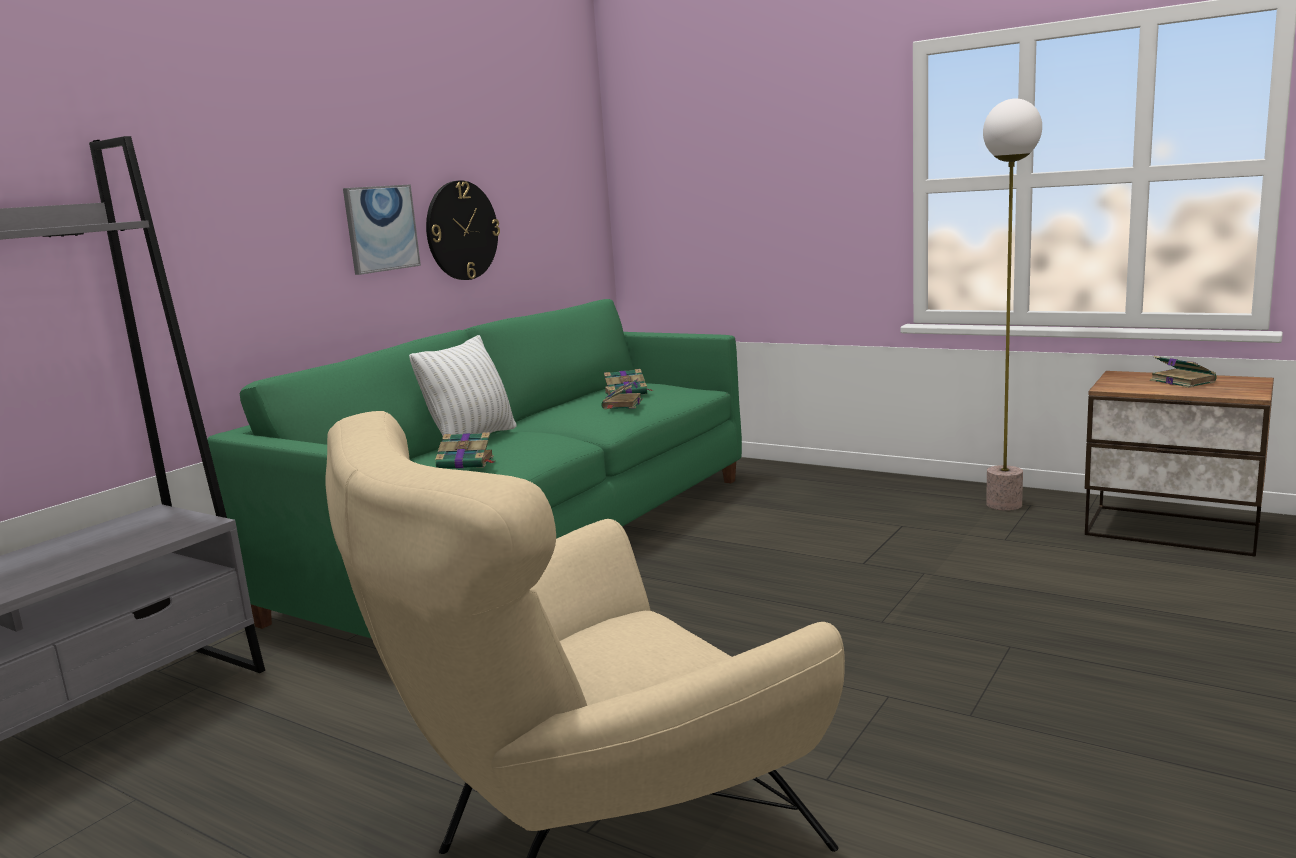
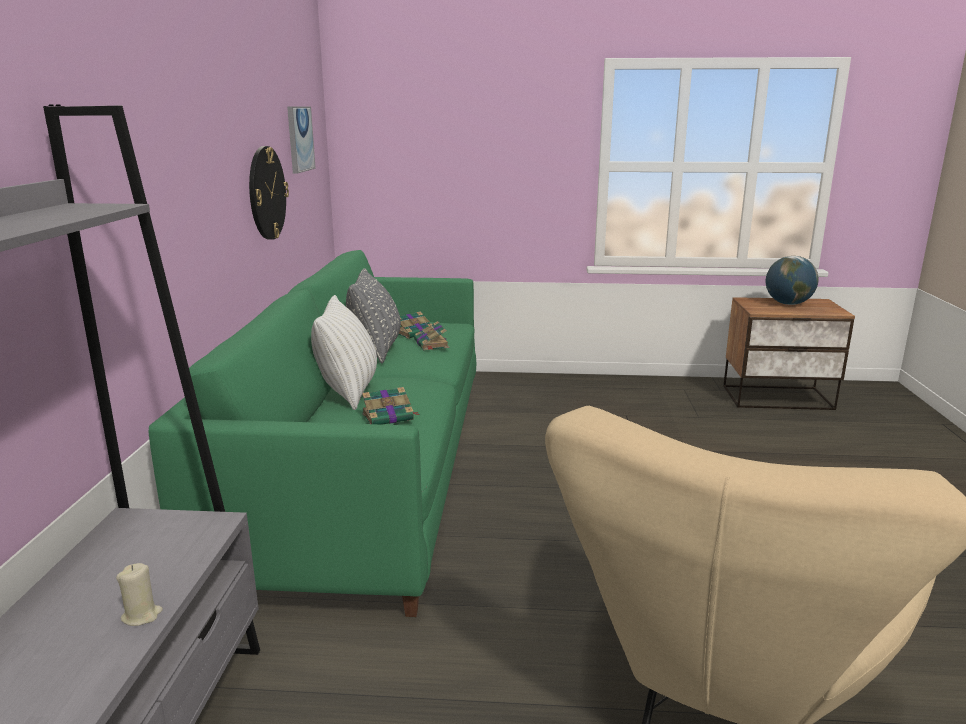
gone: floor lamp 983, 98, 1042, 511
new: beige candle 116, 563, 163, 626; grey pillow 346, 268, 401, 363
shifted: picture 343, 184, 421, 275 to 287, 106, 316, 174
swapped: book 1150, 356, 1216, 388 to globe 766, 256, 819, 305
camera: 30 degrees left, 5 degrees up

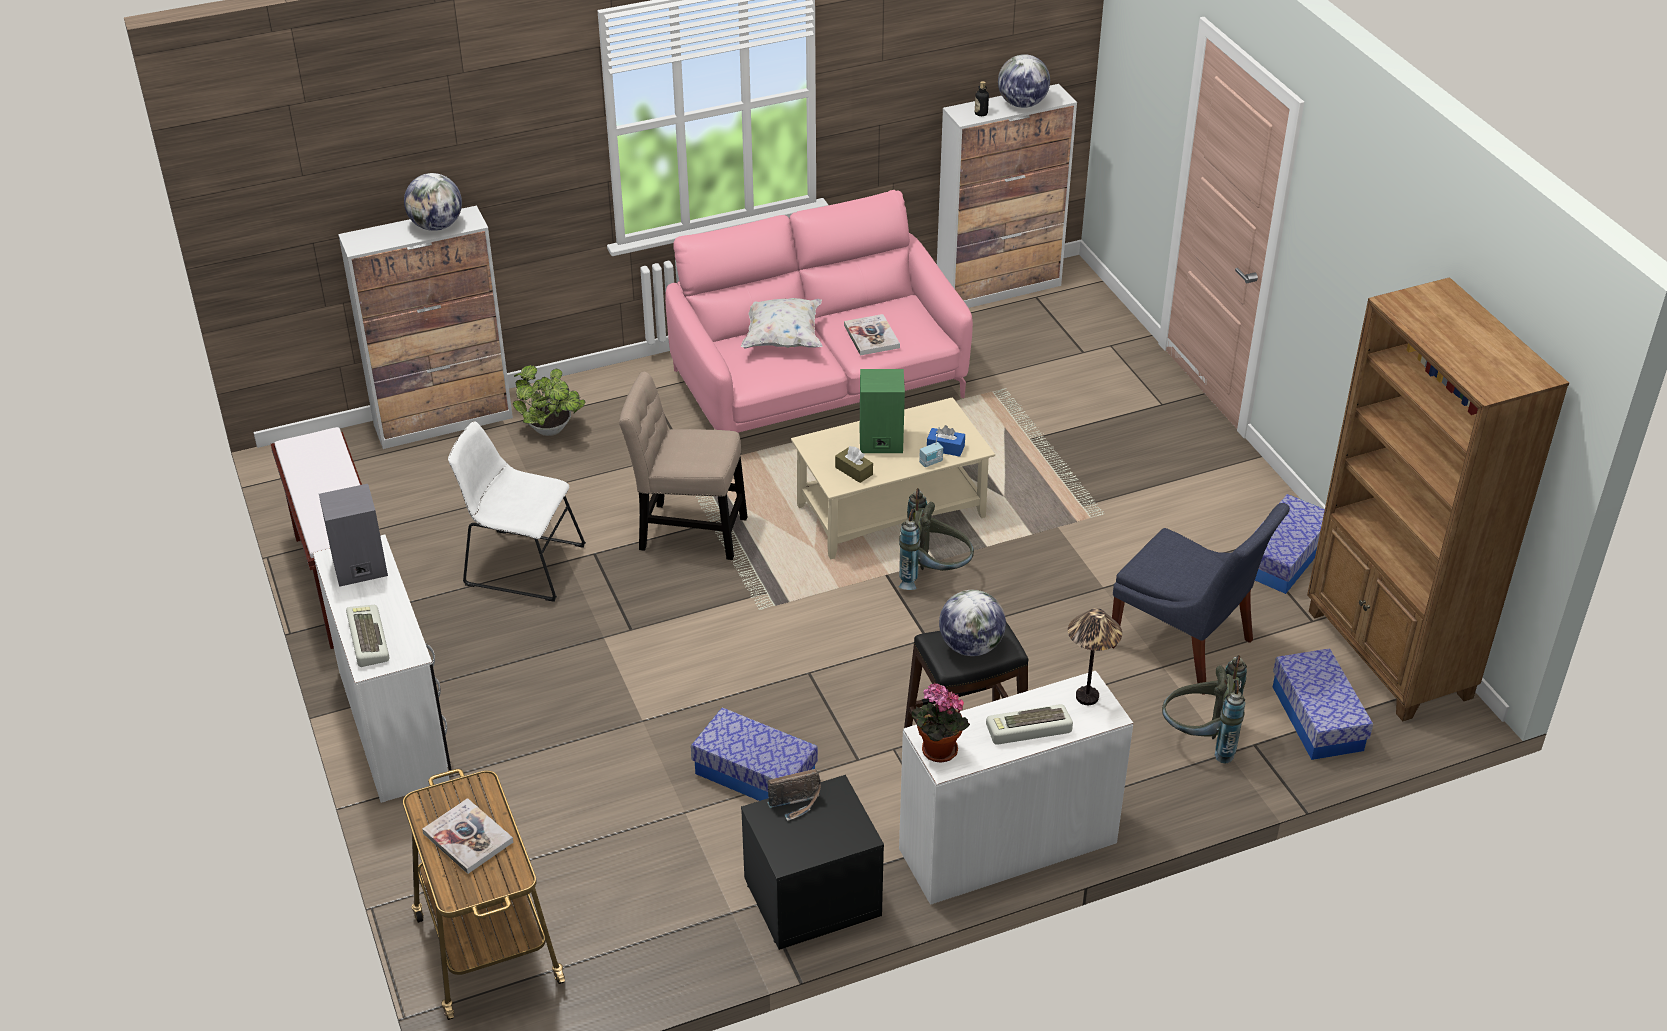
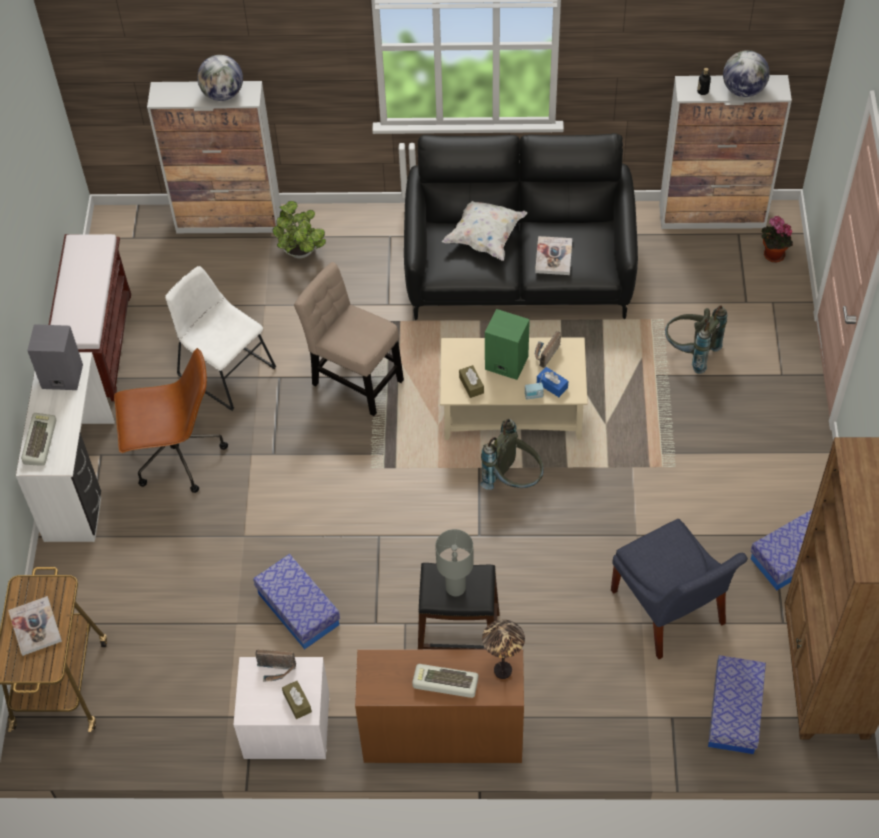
new: brown office chair 114, 348, 228, 493; brown tissue box 282, 681, 312, 719; radio 535, 331, 561, 368
shifted: potted plant 911, 683, 970, 763 to 761, 216, 793, 262; grey backpack 1162, 655, 1247, 764 to 665, 305, 727, 374
swapped: globe 939, 590, 1006, 656 to grey table lamp 435, 529, 474, 596
repainted: pink sofa 665, 190, 973, 433 to black sofa 404, 133, 638, 320; black nightstand 741, 775, 884, 950 to white nightstand 233, 657, 329, 759; white desk 899, 671, 1133, 905 to brown desk 355, 649, 524, 763
camera: 25 degrees right, 15 degrees up

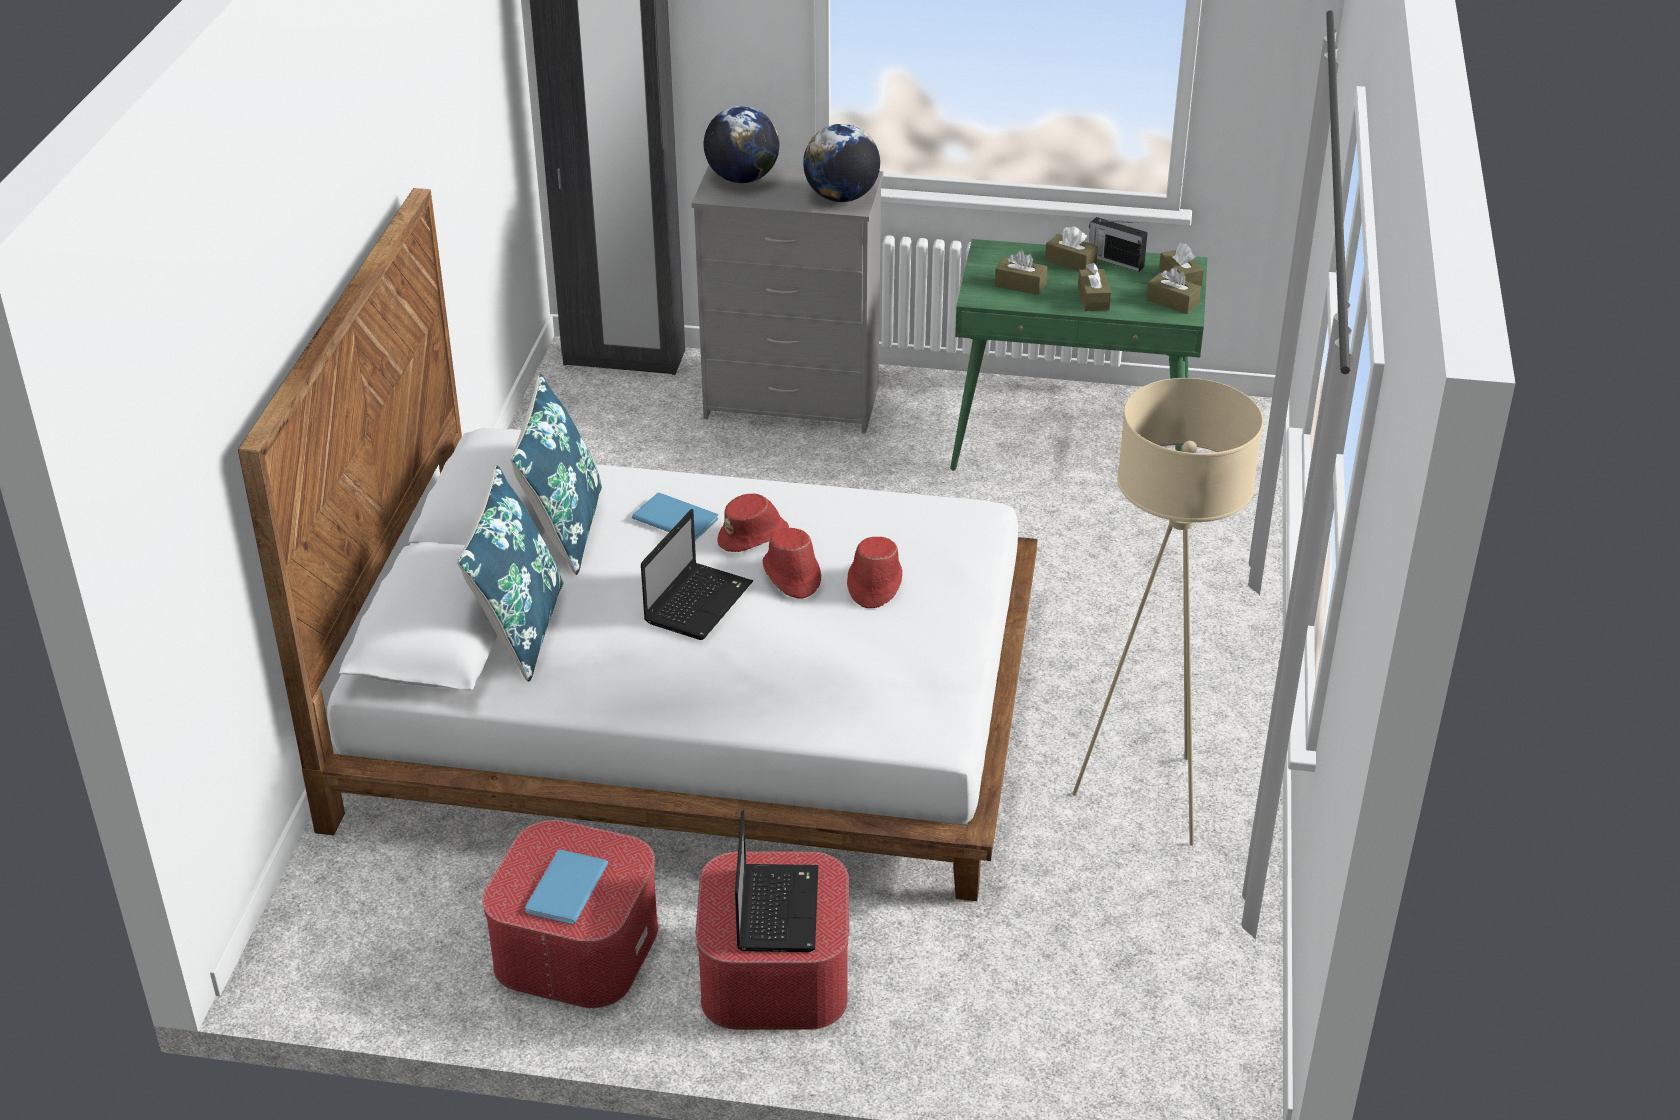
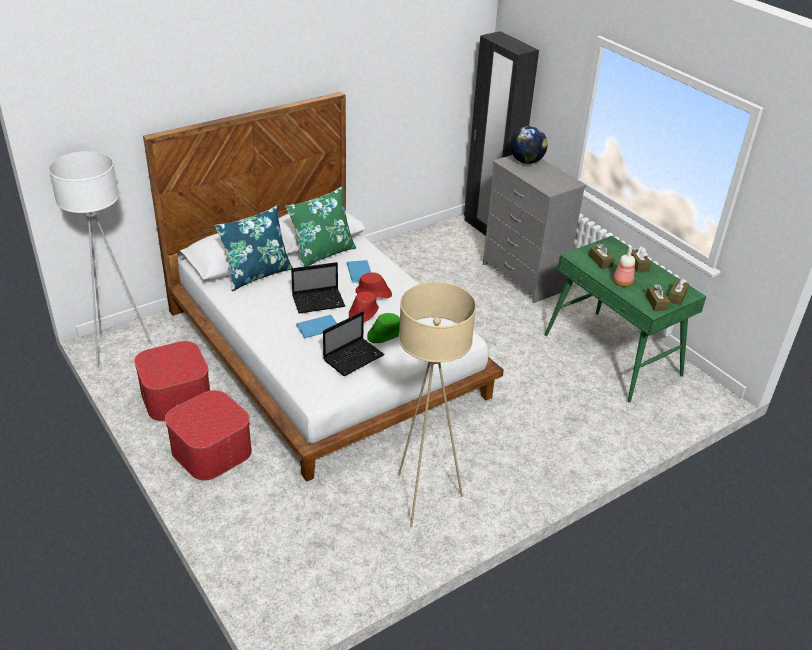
gone: globe 803, 124, 880, 202; radio 1089, 217, 1148, 272
new: white floor lamp 48, 151, 152, 368
shifted: blue book 525, 849, 608, 924 to 297, 315, 337, 338; laptop 735, 810, 818, 952 to 323, 311, 385, 376
swapped: brown tissue box 1078, 263, 1111, 311 to bottle 613, 247, 635, 286
repainted: blue pillow 510, 374, 602, 574 to green pillow 285, 186, 356, 267; red hat 847, 537, 902, 608 to green hat 367, 313, 400, 343
camera: 45 degrees right, 0 degrees up

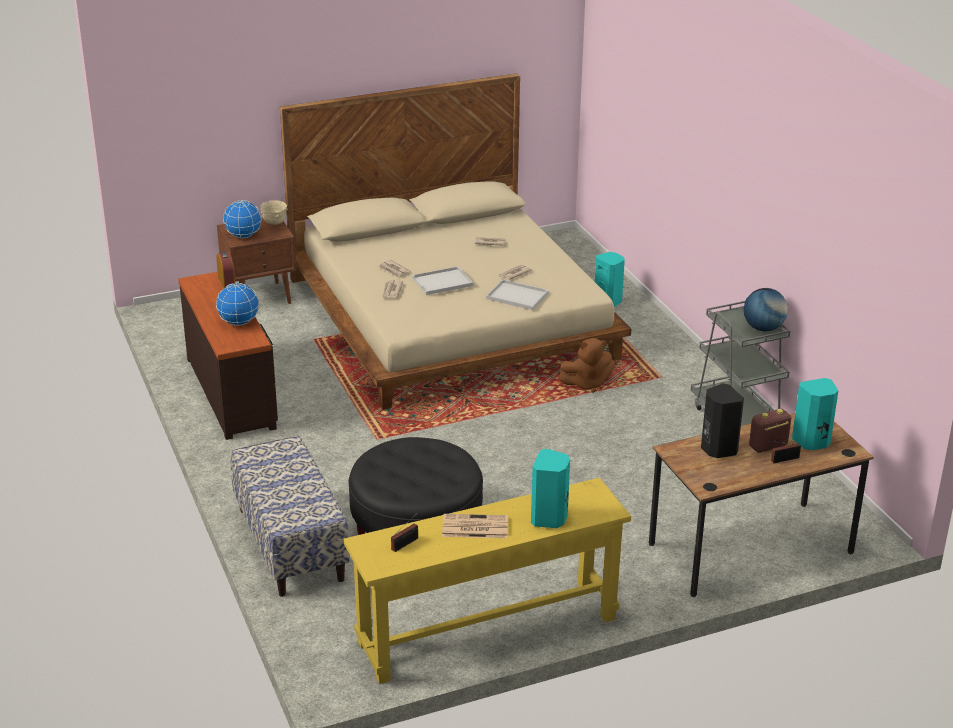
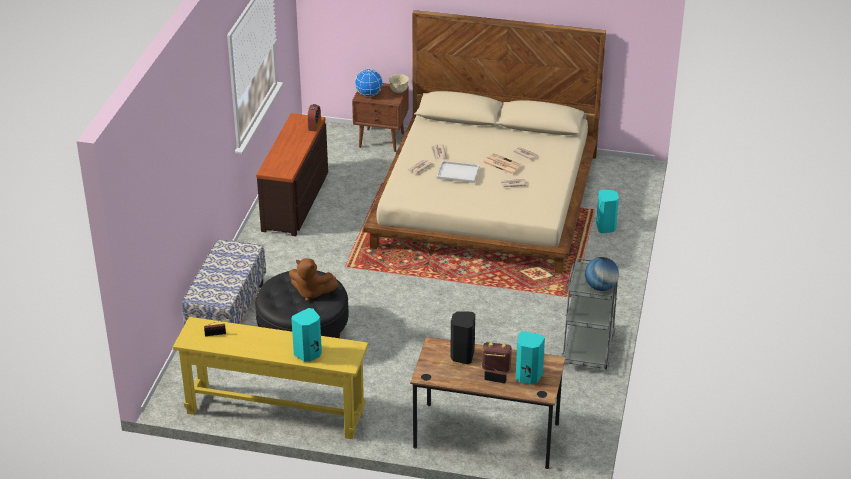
gone: globe 216, 283, 259, 326; white tray 486, 279, 549, 310
shifted: newspaper 442, 514, 508, 538 to 483, 153, 523, 175; brown plush toy 558, 338, 615, 393 to 289, 258, 338, 301
camera: 35 degrees right, 5 degrees up

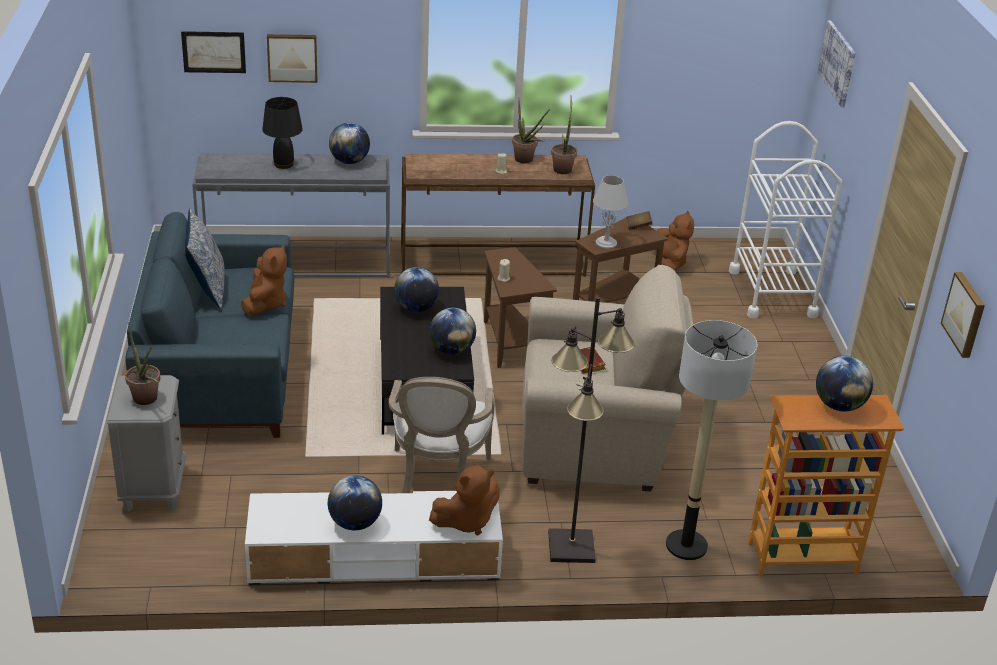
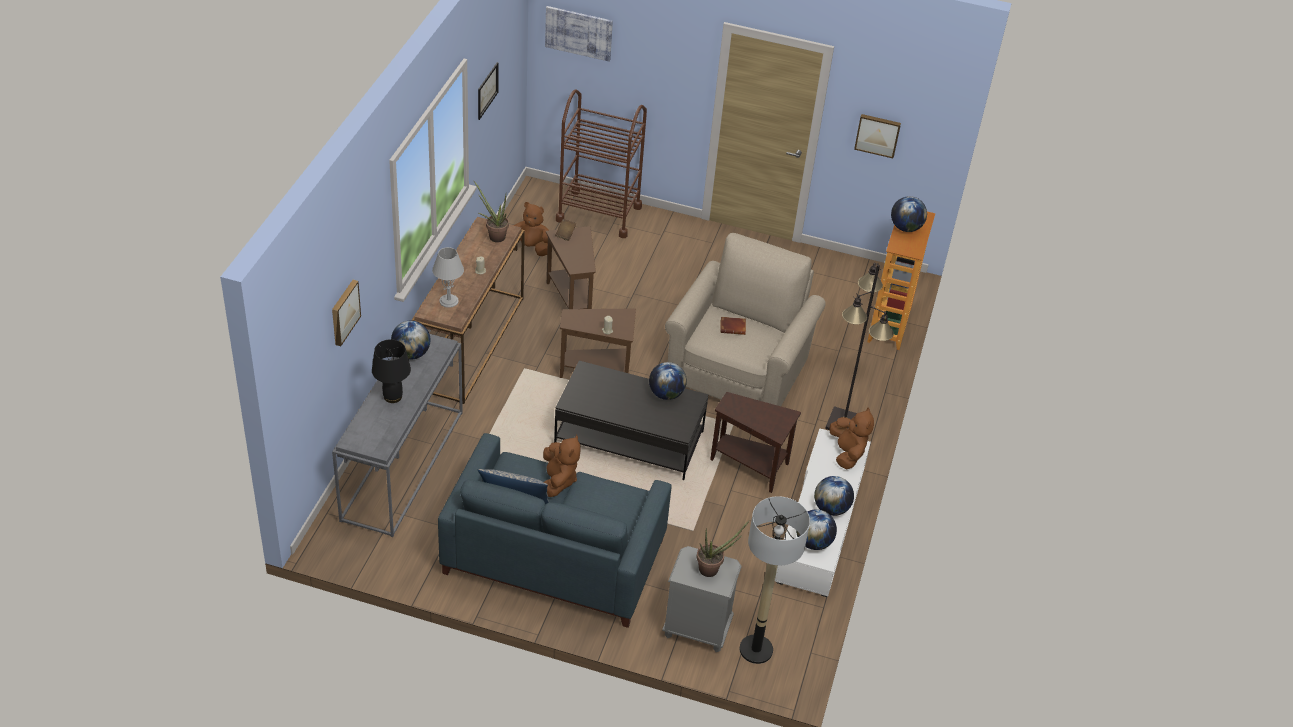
gone: potted plant 512, 100, 550, 163
shifted: picture 181, 31, 246, 73 to 478, 62, 498, 120; globe 394, 267, 439, 312 to 796, 509, 837, 550; grey table lamp 593, 175, 628, 248 to 432, 247, 464, 308; floor lamp 666, 320, 758, 560 to 739, 496, 810, 664
swapped: armchair 389, 377, 495, 493 to brown side table 710, 392, 801, 493
repainted: white cart 729, 121, 842, 318 to brown cart 556, 89, 647, 238
rotated: brown plush toy 241, 244, 287, 316 = 543, 435, 581, 497 60 degrees clockwise
camera: 70 degrees left, 10 degrees up

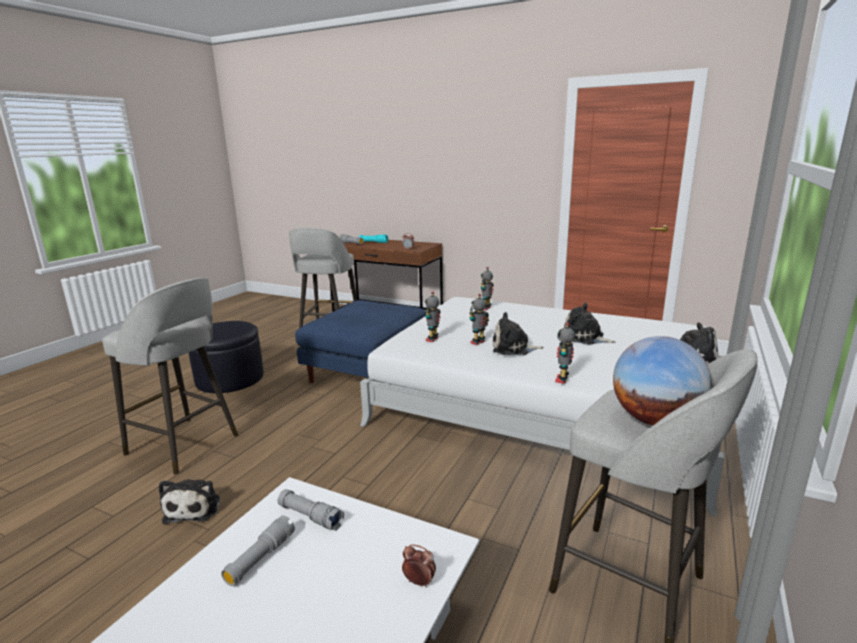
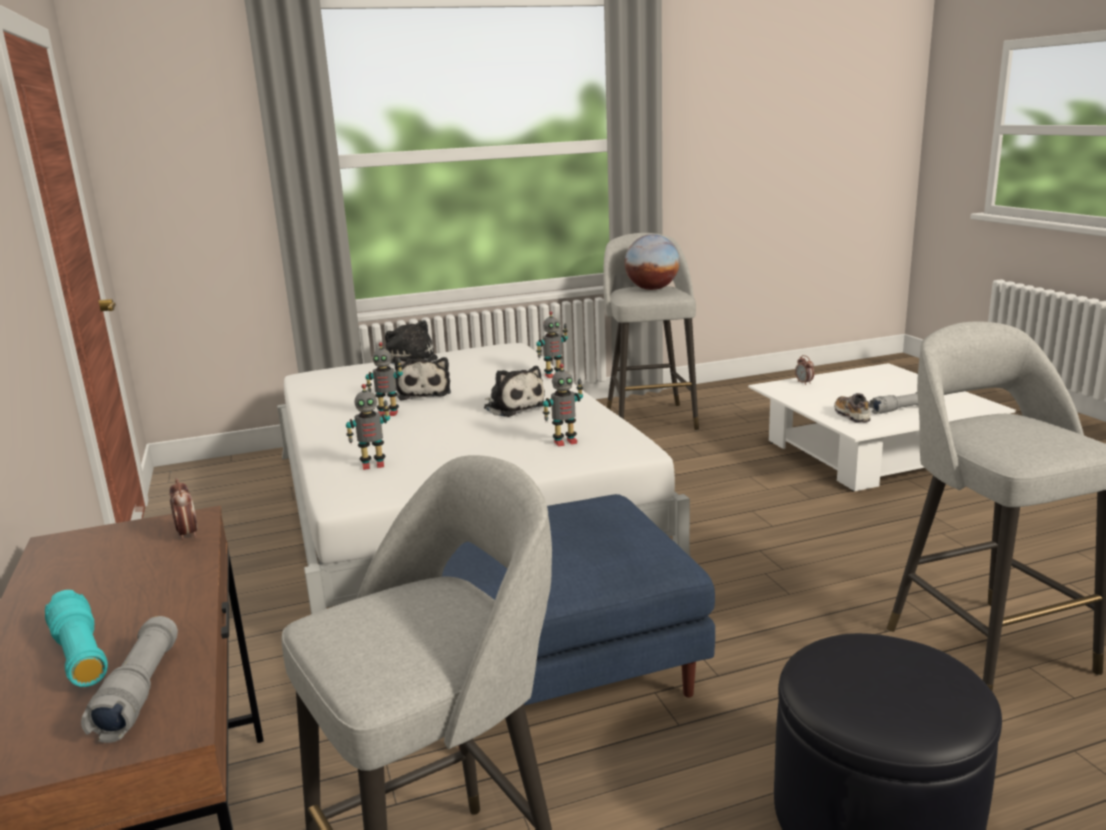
gone: plush toy 159, 479, 220, 524
shifted: toy robot 469, 294, 489, 345 to 365, 342, 403, 416
swapped: grey flashlight 278, 489, 344, 531 to shoe 834, 393, 871, 423
camera: 135 degrees left, 0 degrees up

